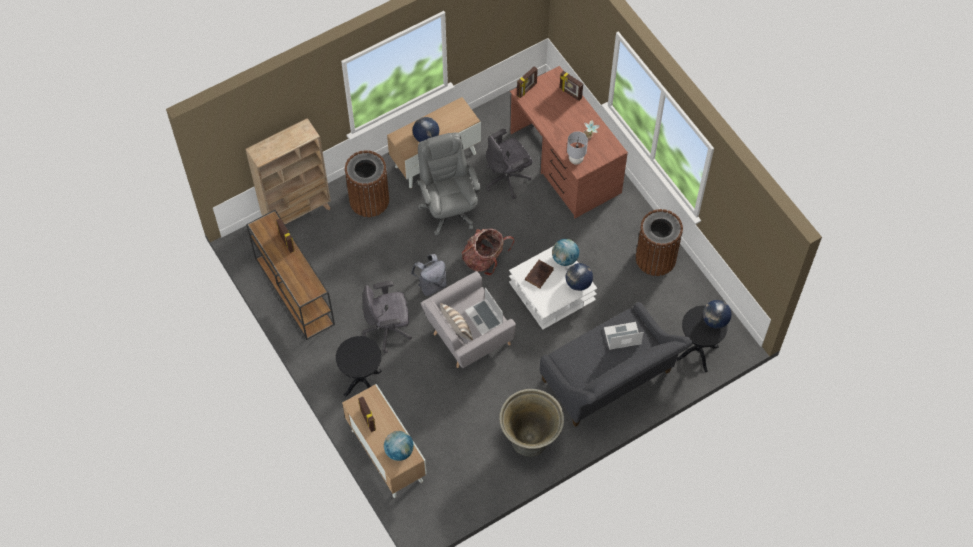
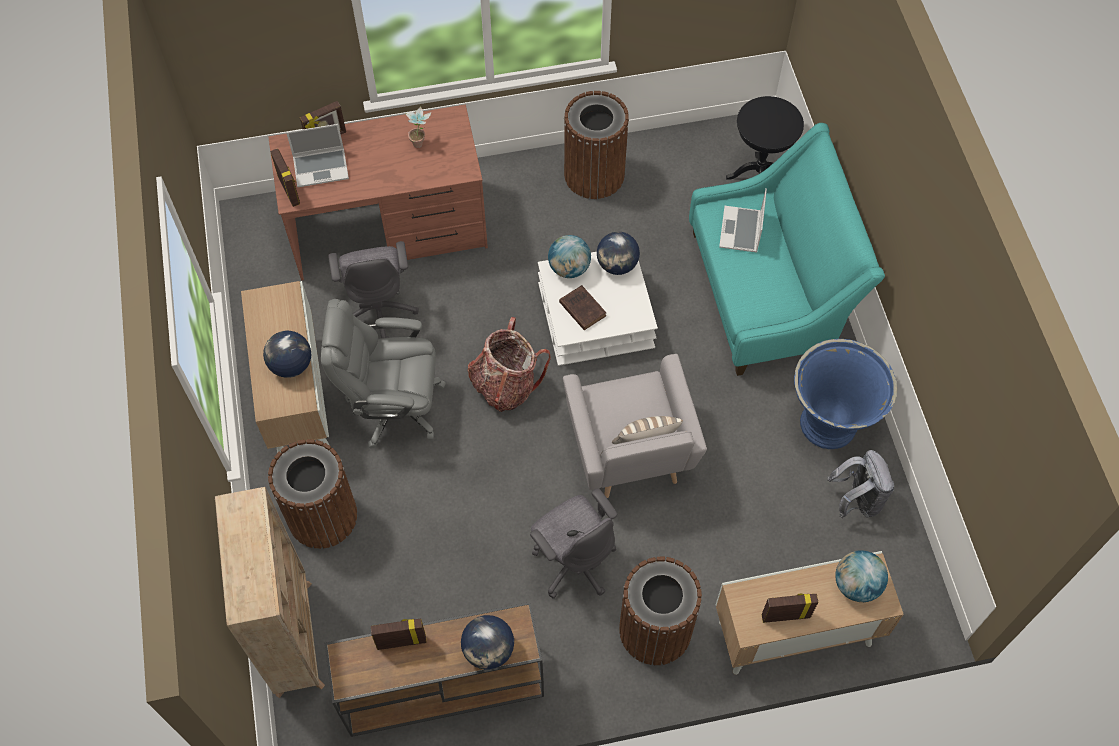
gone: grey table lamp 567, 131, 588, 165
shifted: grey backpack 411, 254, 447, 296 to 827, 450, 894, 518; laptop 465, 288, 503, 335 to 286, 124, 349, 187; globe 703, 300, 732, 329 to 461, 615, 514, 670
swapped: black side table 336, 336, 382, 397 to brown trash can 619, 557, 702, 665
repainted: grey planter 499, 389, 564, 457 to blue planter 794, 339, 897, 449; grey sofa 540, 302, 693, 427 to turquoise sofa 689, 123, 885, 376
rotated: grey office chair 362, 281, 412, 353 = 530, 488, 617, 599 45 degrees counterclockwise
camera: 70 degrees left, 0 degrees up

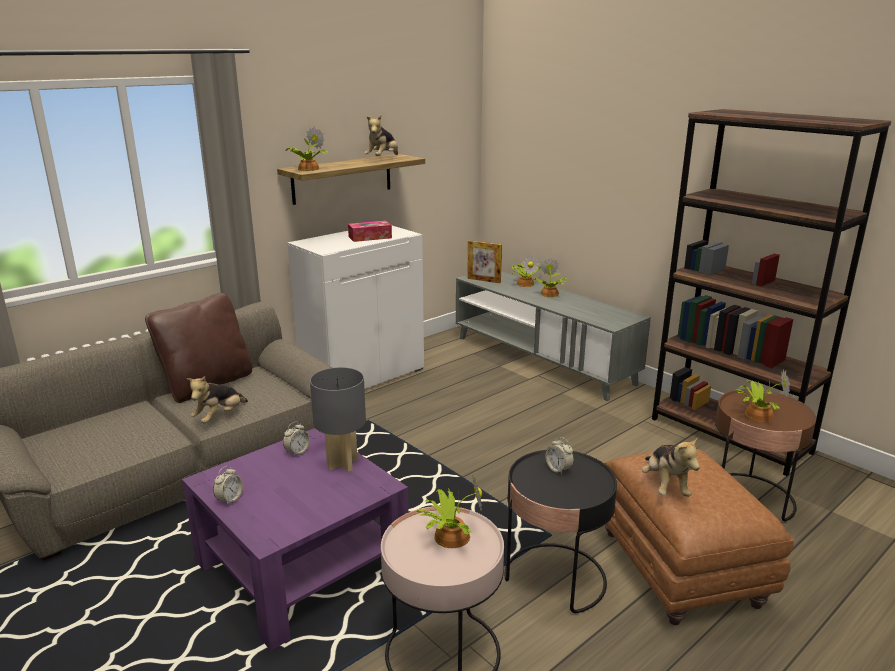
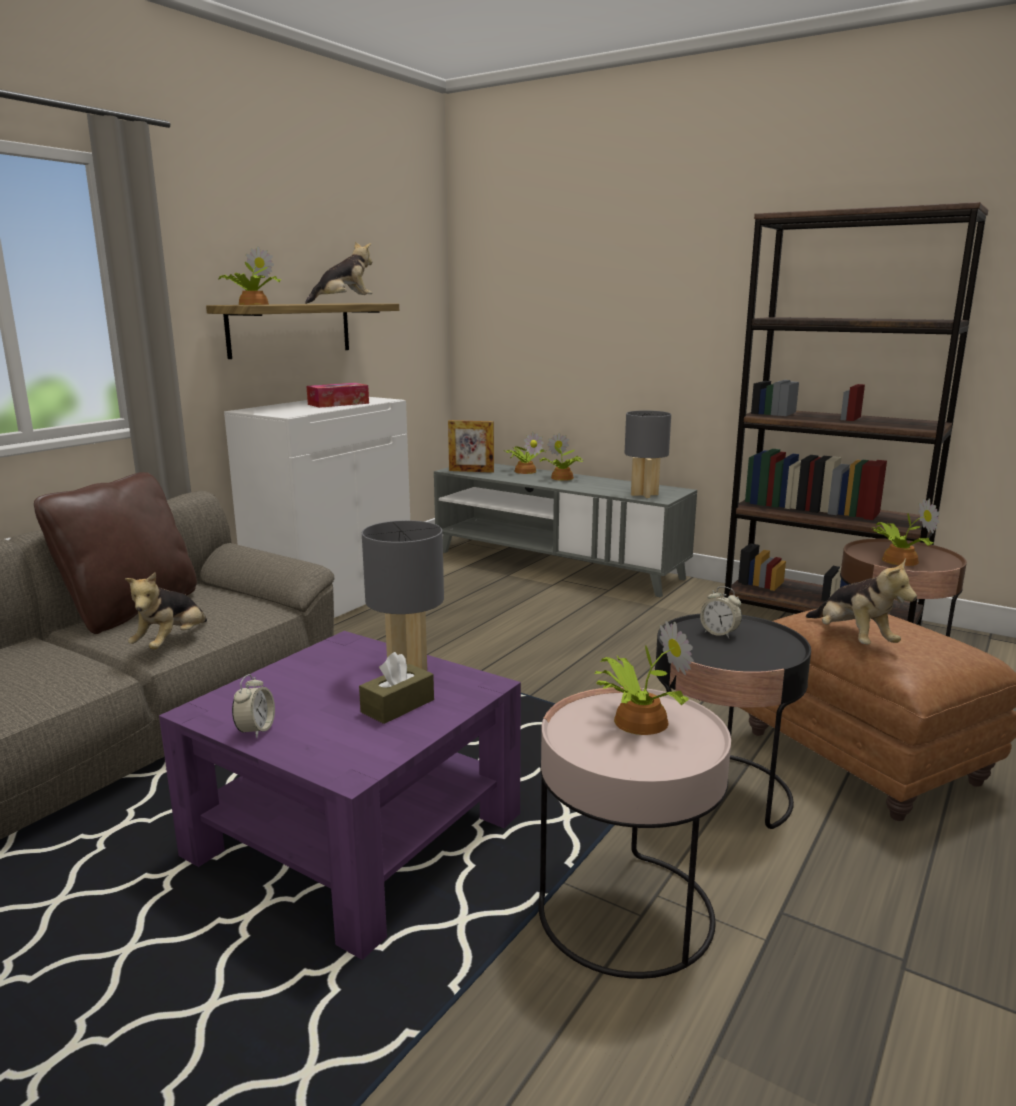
gone: alarm clock 283, 422, 310, 457
new: brown tissue box 359, 652, 434, 724; grey table lamp 625, 410, 671, 498
rotated: plush toy 364, 115, 398, 156 = 305, 242, 372, 304 135 degrees counterclockwise
camera: 15 degrees left, 5 degrees down

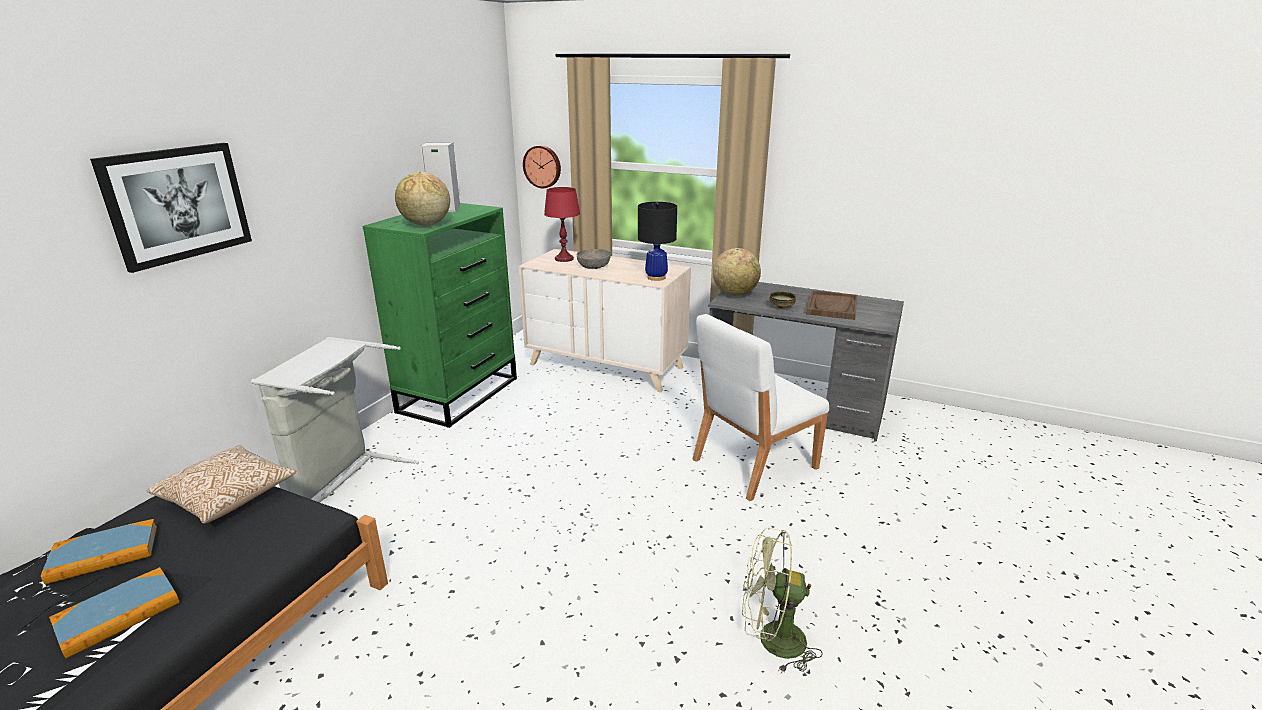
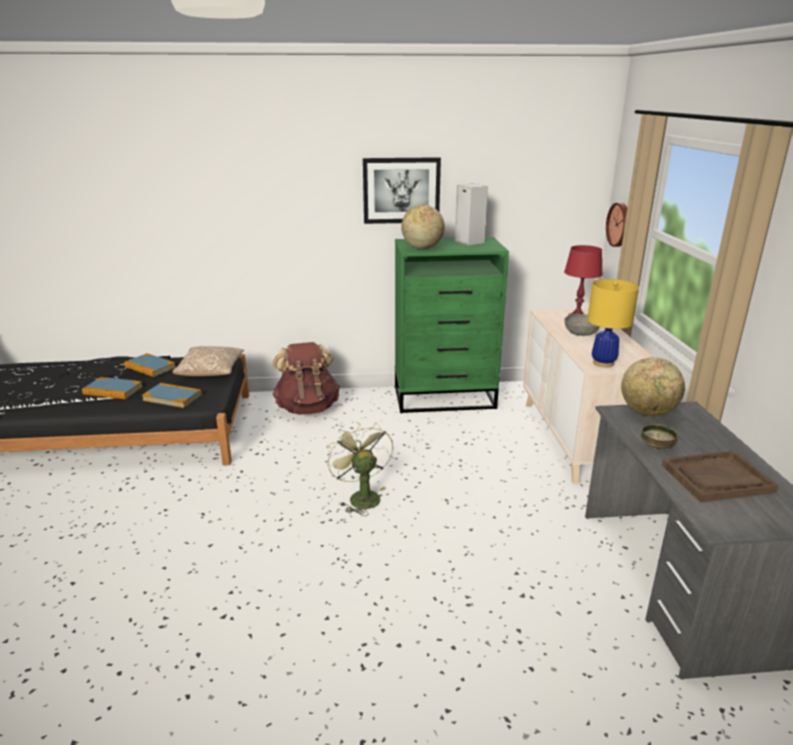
gone: white chair 692, 314, 829, 501
new: book 142, 383, 202, 408
shifted: picture 90, 143, 252, 273 to 363, 157, 441, 224; green fan 742, 528, 823, 673 to 326, 422, 393, 516
swapped: grey laundry basket 251, 337, 419, 519 to brown backpack 273, 342, 340, 415
repainted: black table lamp 638, 202, 677, 281 to yellow table lamp 587, 279, 639, 367
camera: 60 degrees right, 0 degrees up

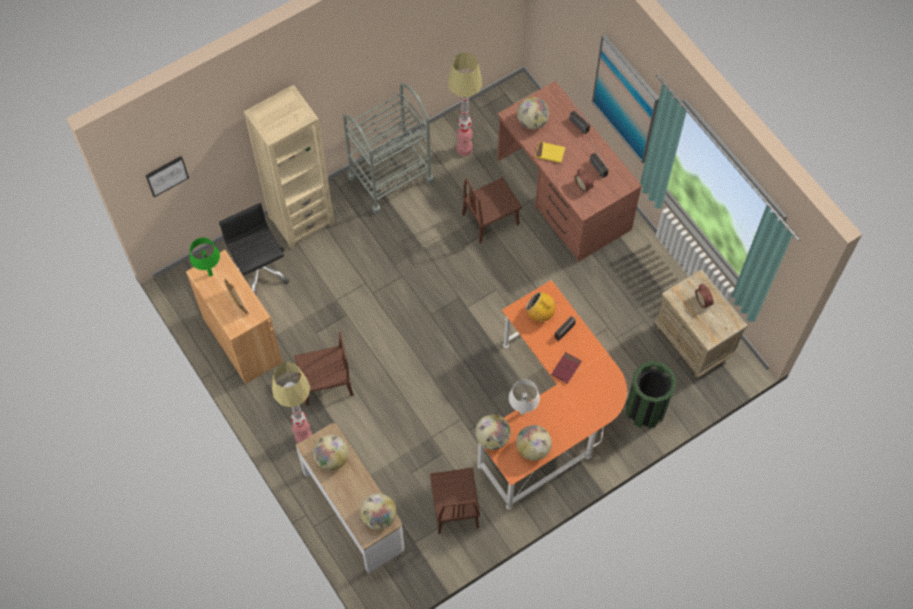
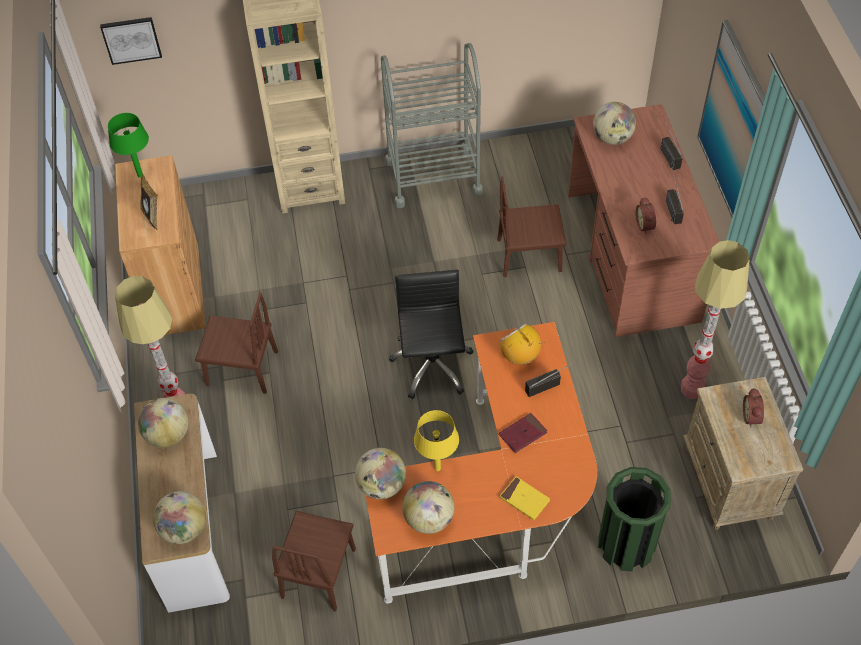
shifted: black office chair 219, 203, 289, 295 to 389, 270, 474, 399; floor lamp 448, 52, 482, 156 to 681, 240, 750, 399; yellow book 535, 141, 565, 163 to 500, 476, 550, 520
repainted: white table lamp 509, 379, 540, 415 to yellow table lamp 414, 410, 459, 471
camera: 25 degrees right, 10 degrees down

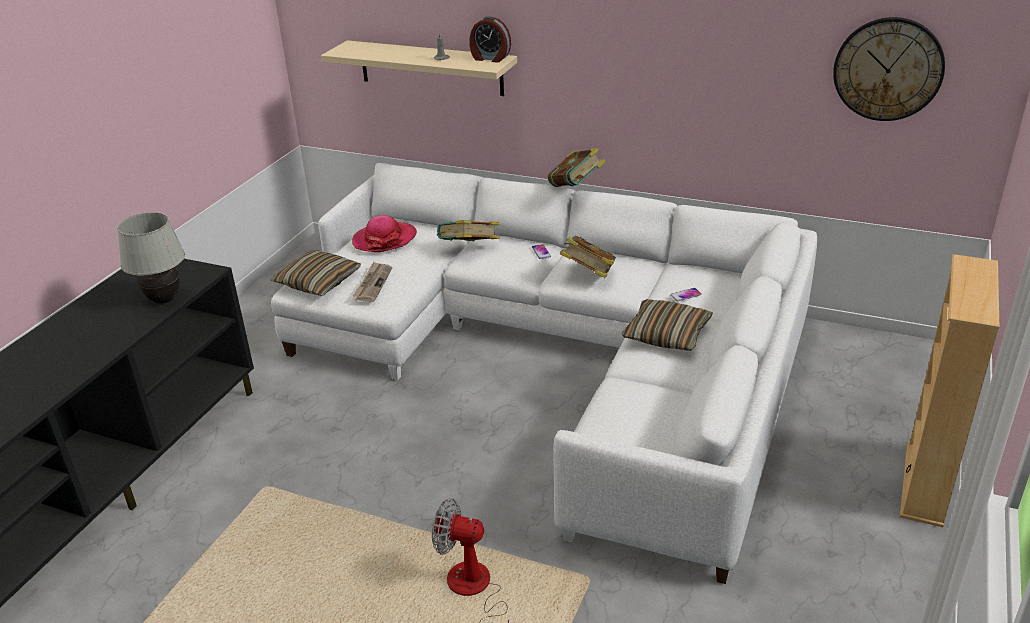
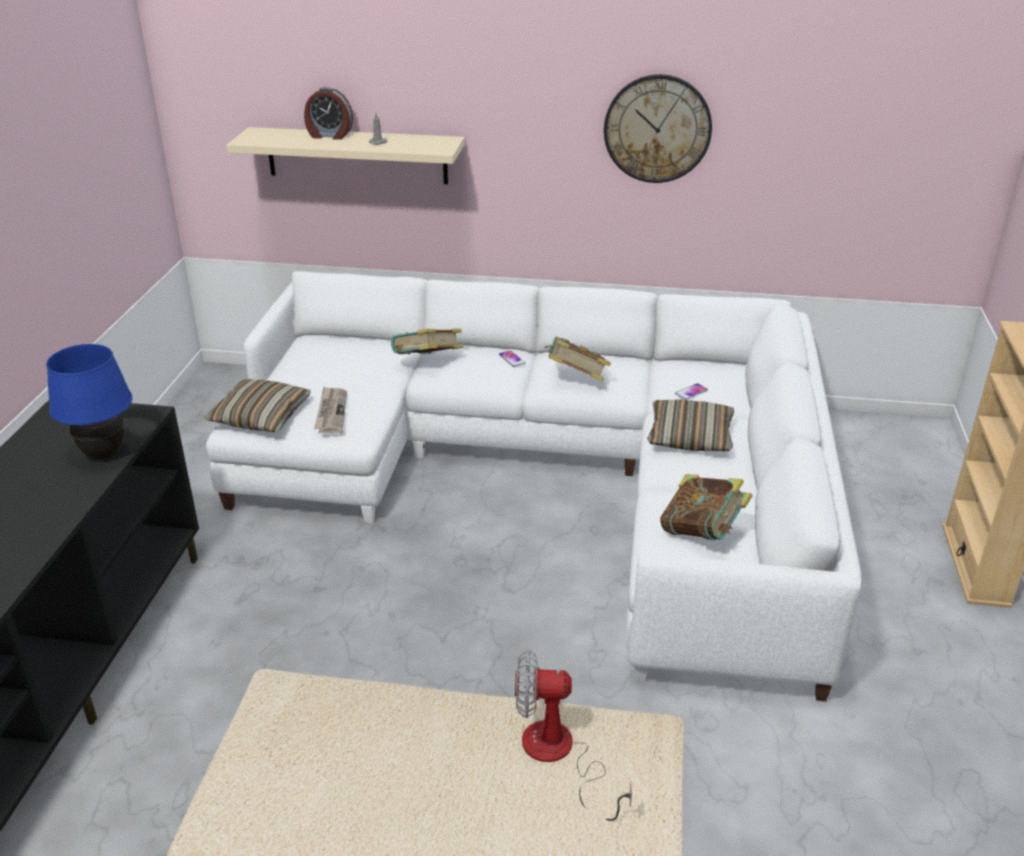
gone: hat 352, 215, 417, 252
shifted: alarm clock 469, 17, 511, 63 to 304, 87, 353, 140; book 547, 148, 606, 187 to 660, 474, 752, 540; wall clock 833, 17, 945, 121 to 604, 74, 712, 183
repainted: white table lamp 117, 212, 185, 304 to blue table lamp 46, 344, 133, 459
camera: 15 degrees left, 0 degrees up

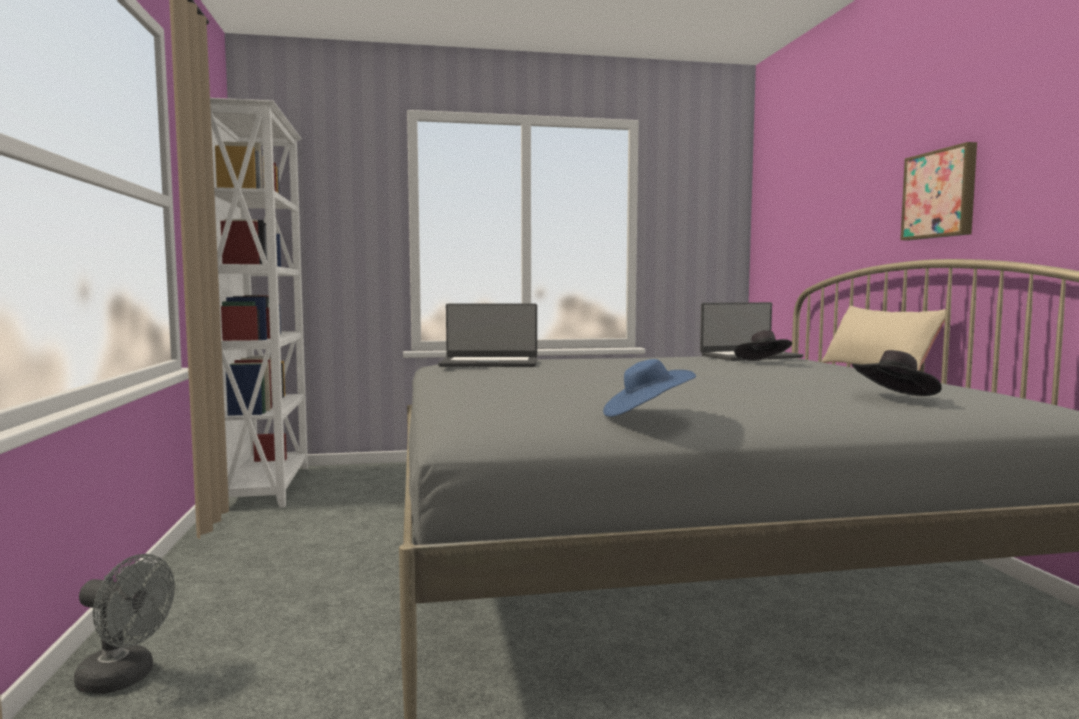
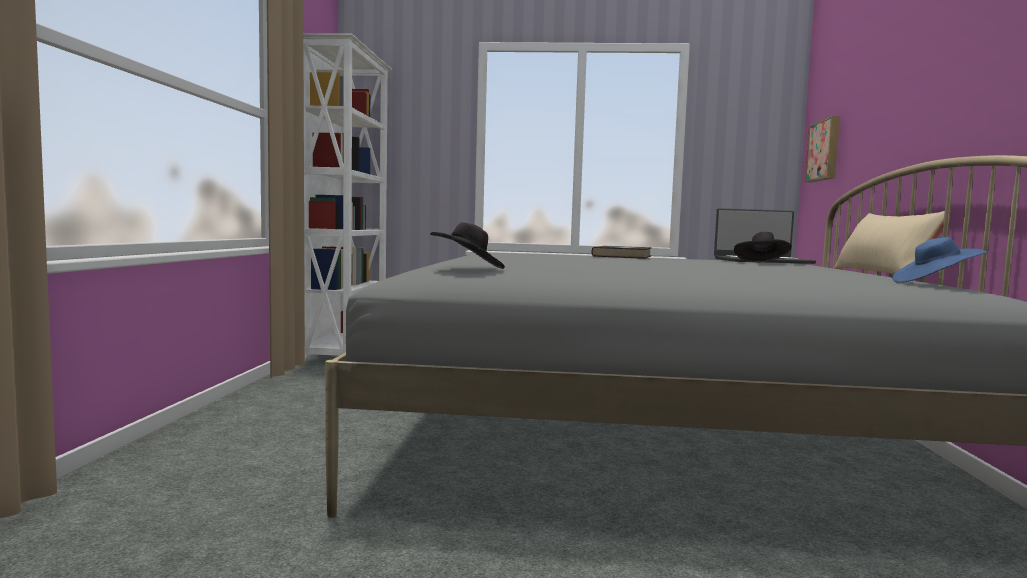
gone: grey fan 74, 554, 175, 694; laptop 438, 304, 537, 367
new: book 591, 246, 652, 259
shifted: blue hat 603, 359, 696, 417 to 892, 237, 987, 283; black hat 852, 350, 941, 396 to 430, 222, 505, 269; picture 900, 142, 977, 240 to 805, 116, 840, 182
camera: 15 degrees right, 0 degrees up

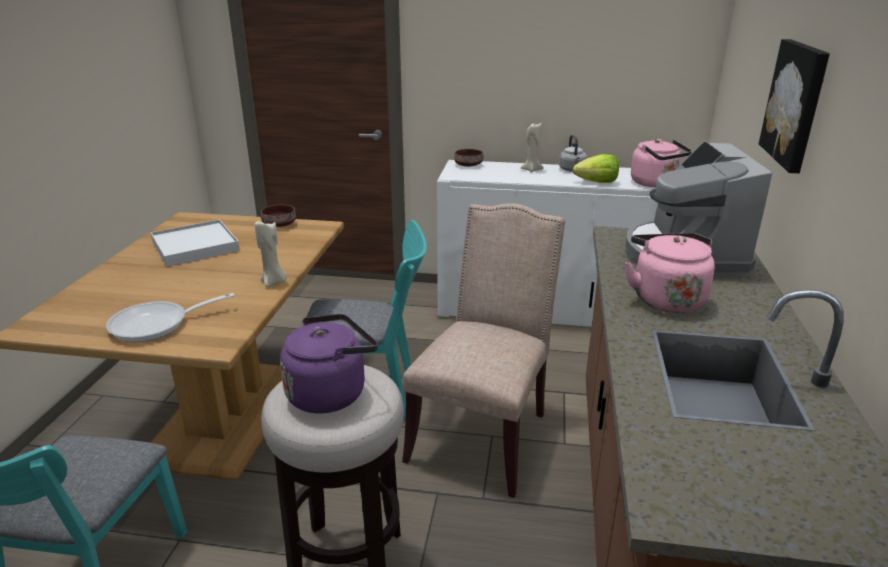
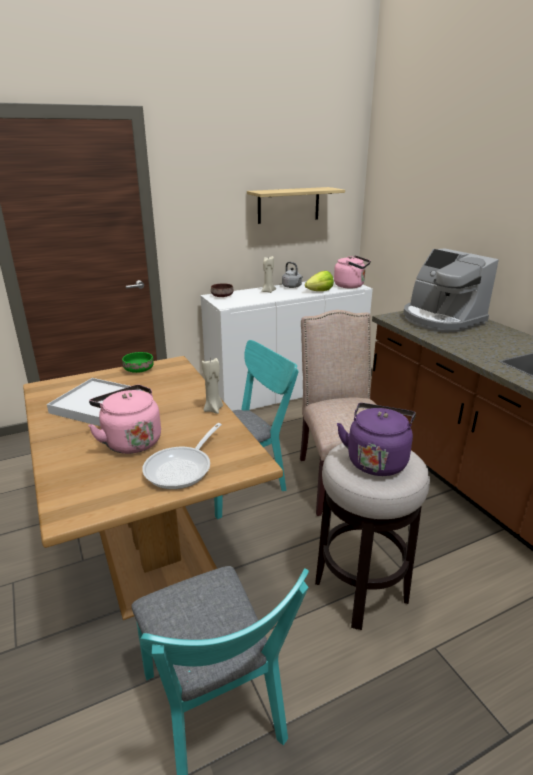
gone: picture 759, 39, 830, 173
new: shelf 247, 187, 345, 224
shifted: pink kettle 625, 233, 715, 313 to 88, 385, 161, 454
repainted: brown bowl 261, 205, 296, 227 to green bowl 122, 352, 154, 373
camera: 35 degrees left, 0 degrees up

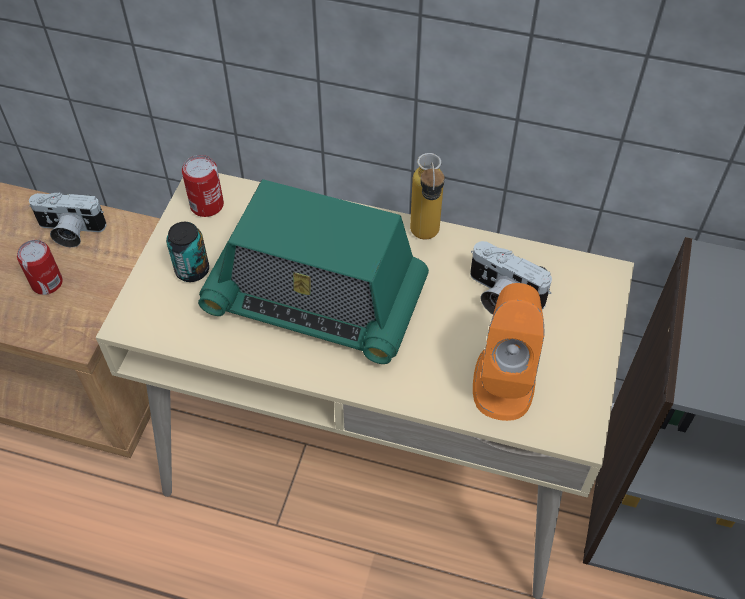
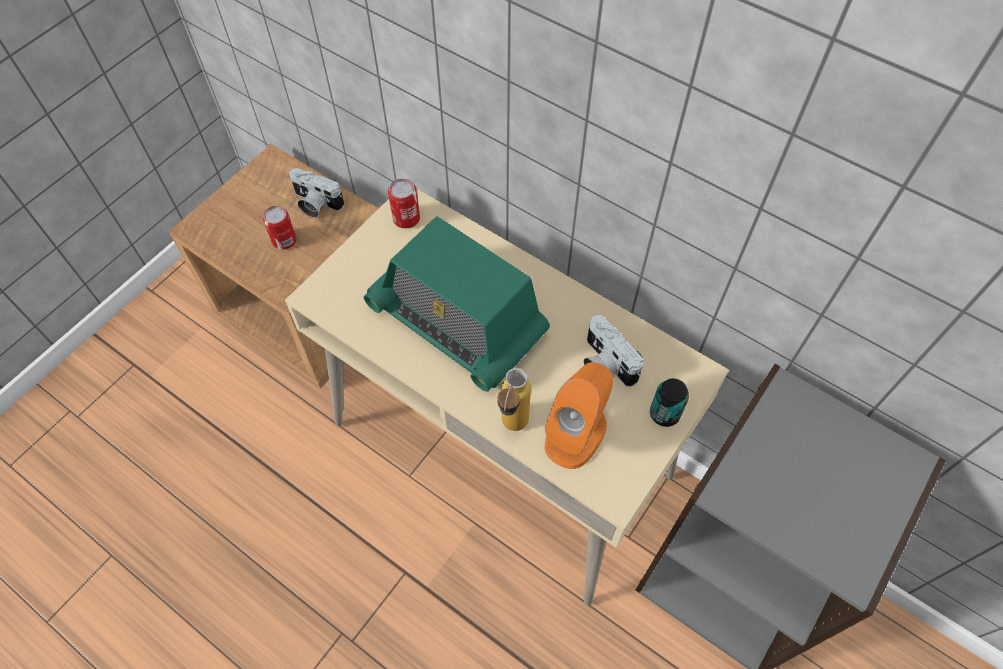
shifted: can 166, 222, 209, 282 to 650, 378, 689, 427; bottle 410, 153, 445, 240 to 497, 368, 531, 431
camera: 20 degrees right, 5 degrees up

